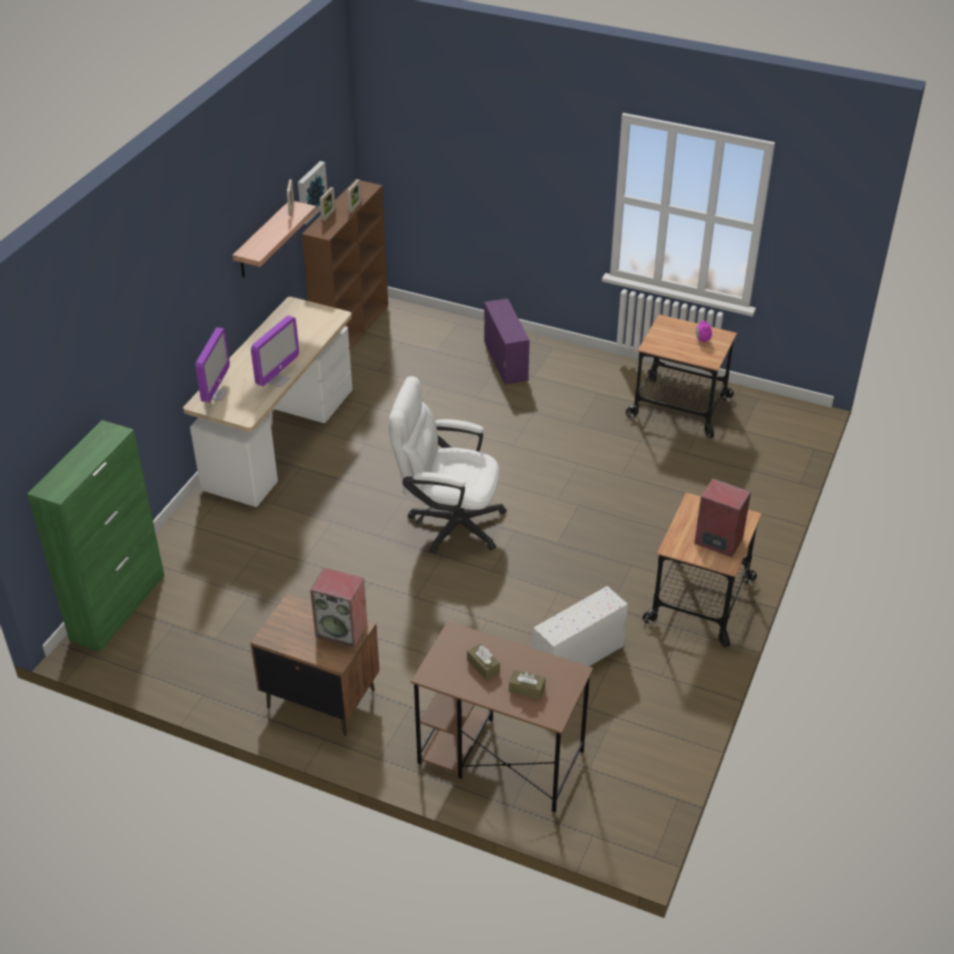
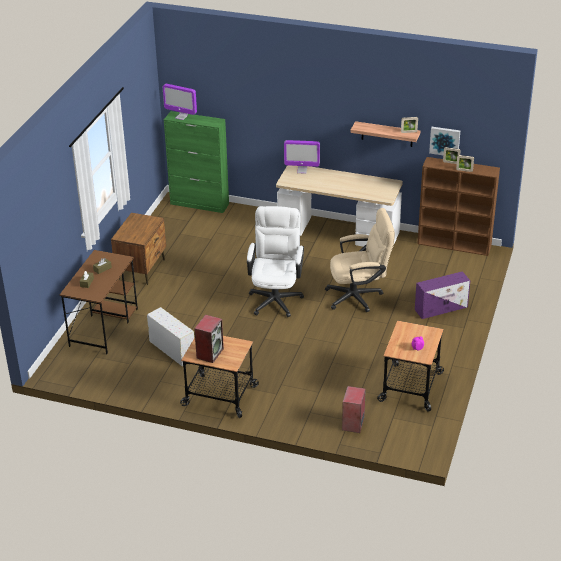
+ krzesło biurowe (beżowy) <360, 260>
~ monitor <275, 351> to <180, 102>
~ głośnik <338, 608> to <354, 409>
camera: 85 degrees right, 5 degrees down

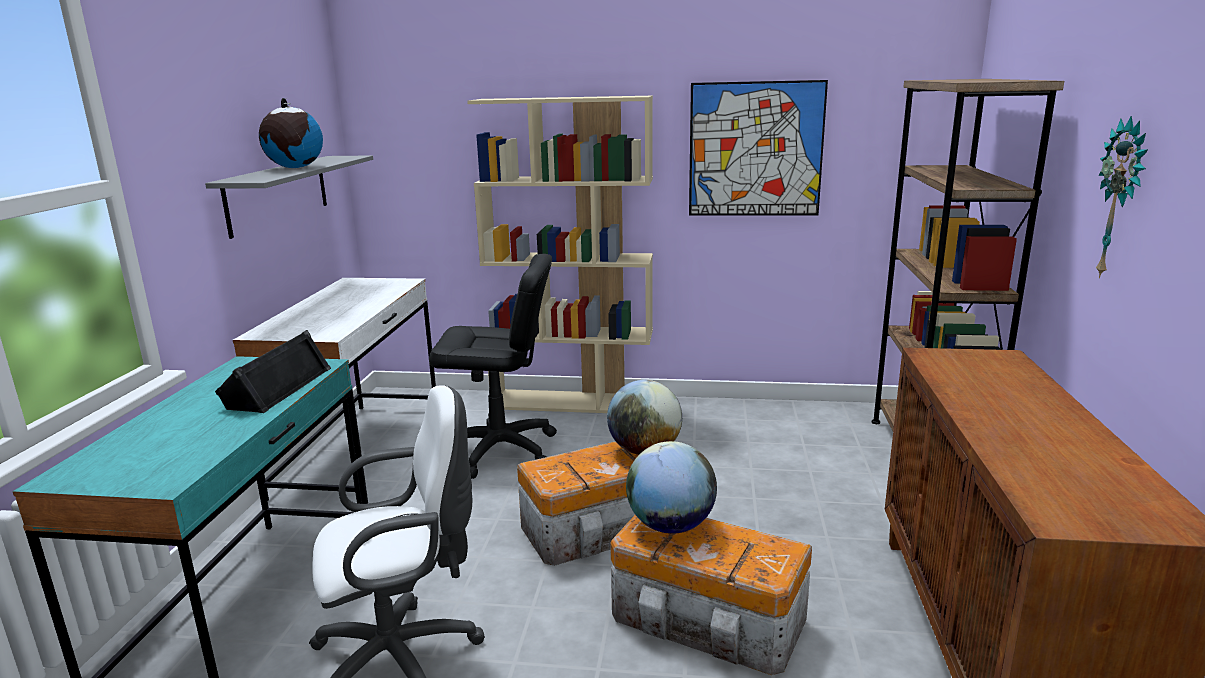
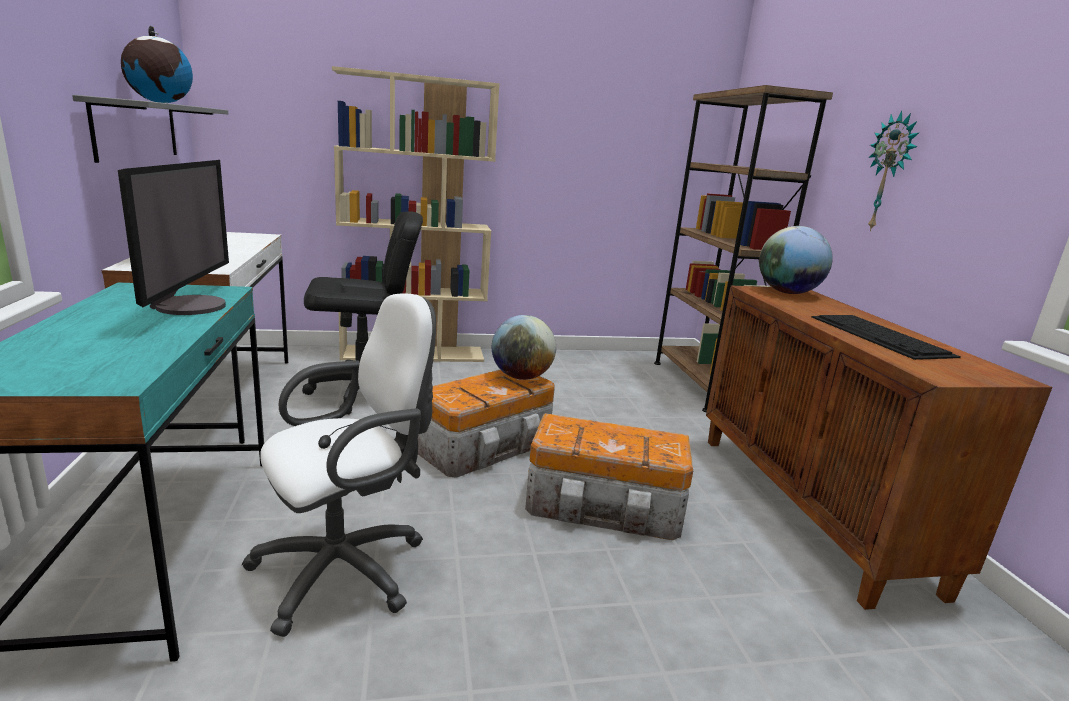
- obraz <758, 147>
+ klawiatura <886, 337>
~ globus <671, 487> to <796, 260>
~ głośnik (czarny) <273, 371> to monitor <173, 237>
camera: 20 degrees left, 0 degrees up

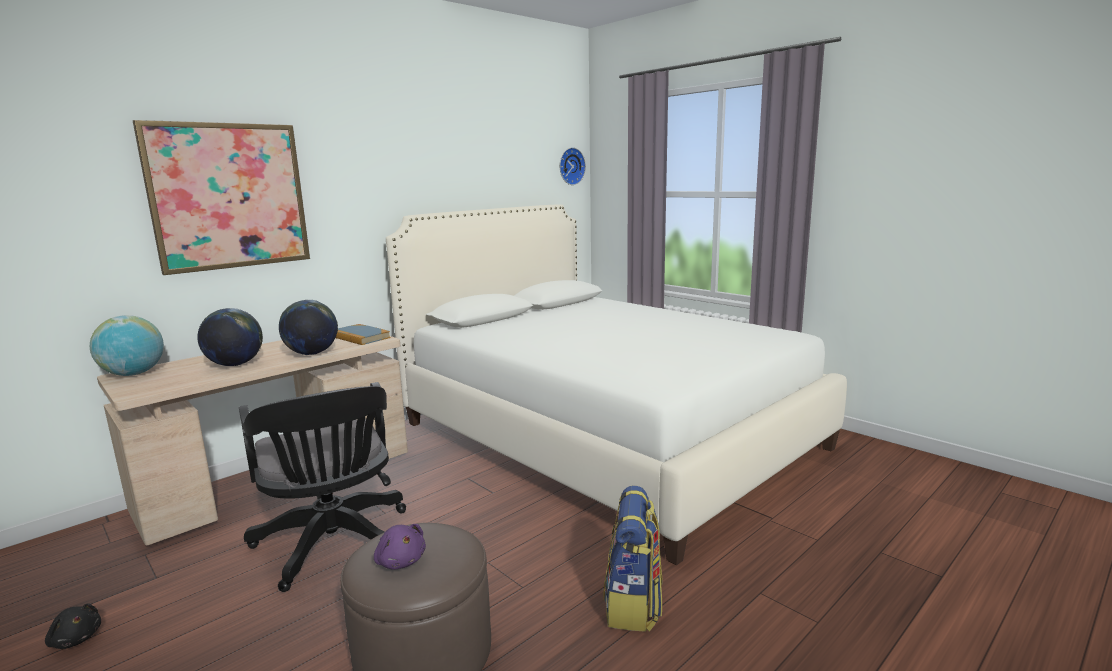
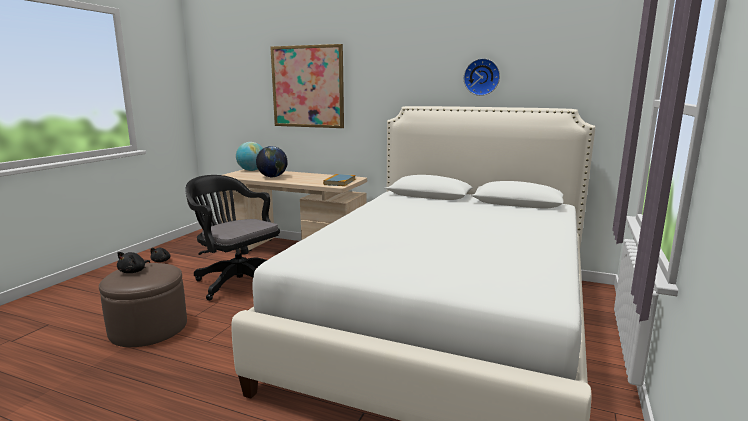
- globus <308, 327>
- plecak <633, 559>
~ zegar ścienny <573, 166> to <482, 77>
~ pluszak (fioletowy) <400, 547> to pluszak (czarny) <133, 262>
~ krzesło biurowe (czarny) <322, 487> = <232, 238> 90 degrees clockwise
camera: 65 degrees right, 0 degrees up

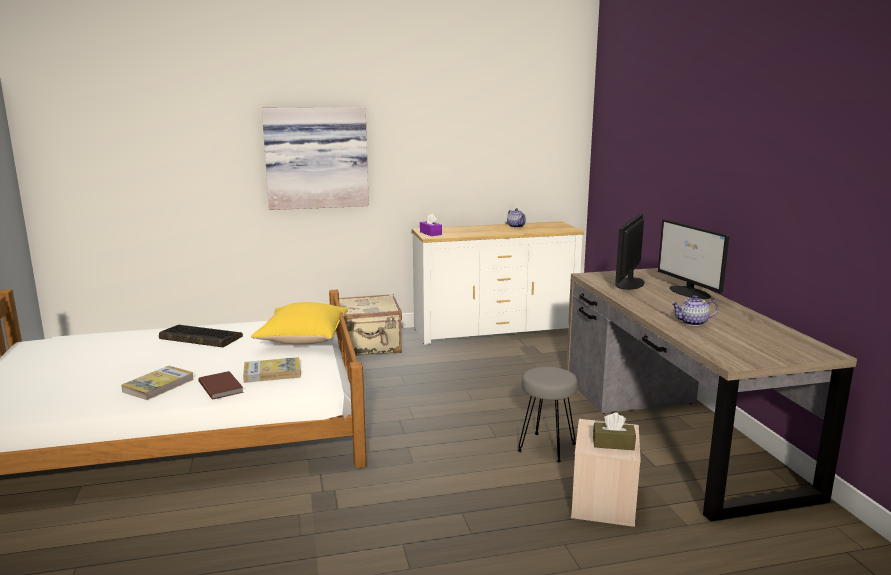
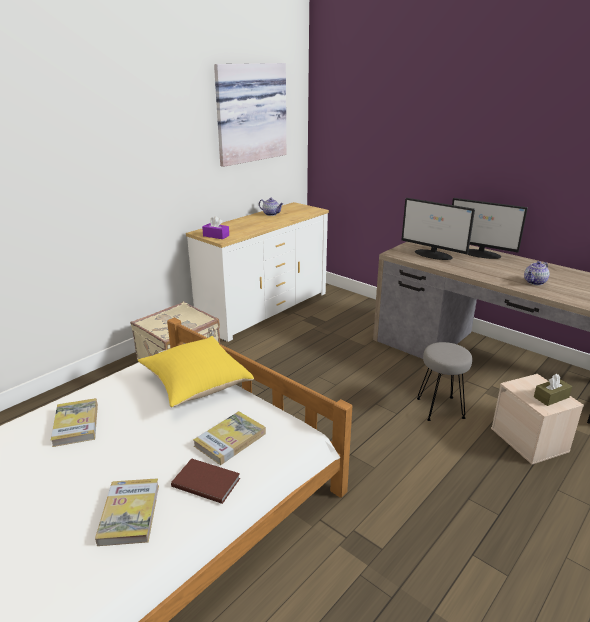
~ obraz <315, 158> to <250, 115>
~ klawiatura <201, 336> to książka <74, 422>
~ monitor <630, 252> = <438, 229> 45 degrees counterclockwise
camera: 35 degrees left, 10 degrees up

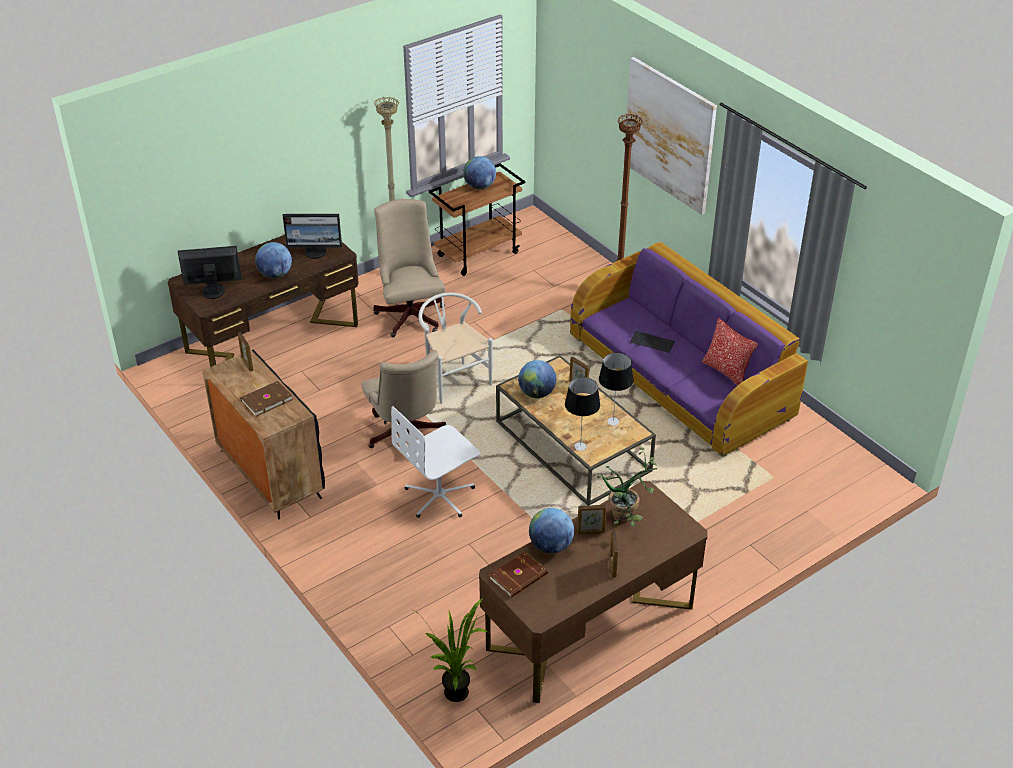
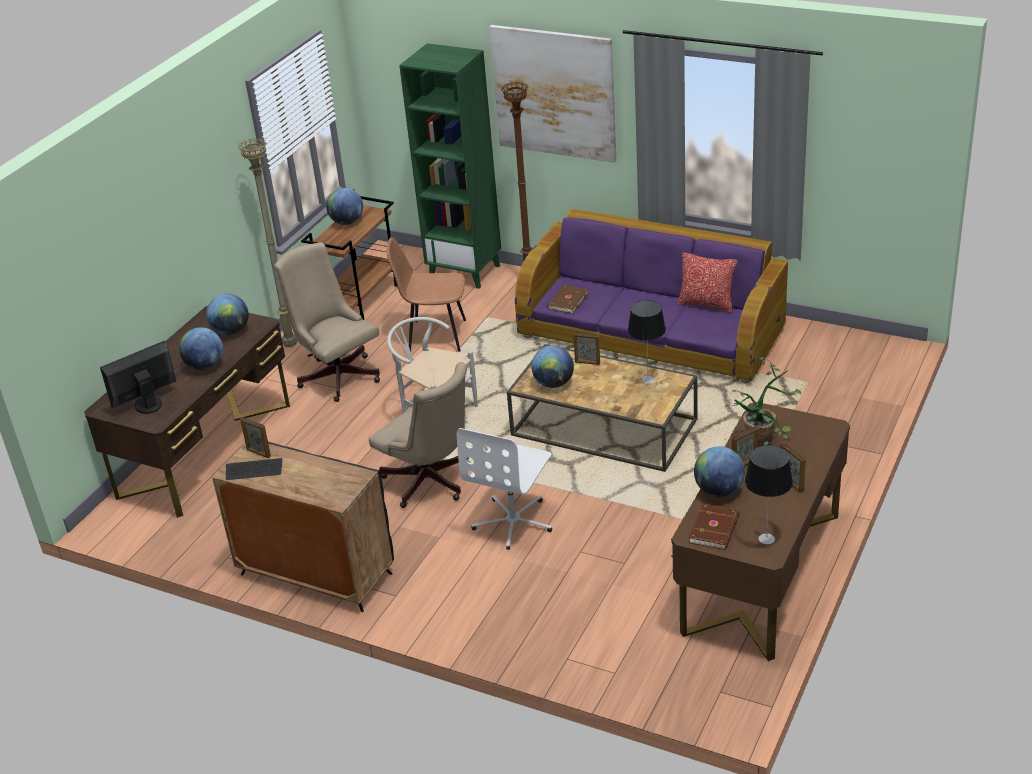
- roślina doniczkowa <450, 650>
+ krzesło (brązowy) <426, 294>
+ regał (zielony) <450, 166>
~ książka (brązowy) <266, 399> to <568, 299>
~ lampa stołowa <582, 414> to <769, 494>
~ klawiatura <652, 342> to <254, 469>
~ monitor <312, 236> to globus <227, 314>
camera: 25 degrees left, 5 degrees down

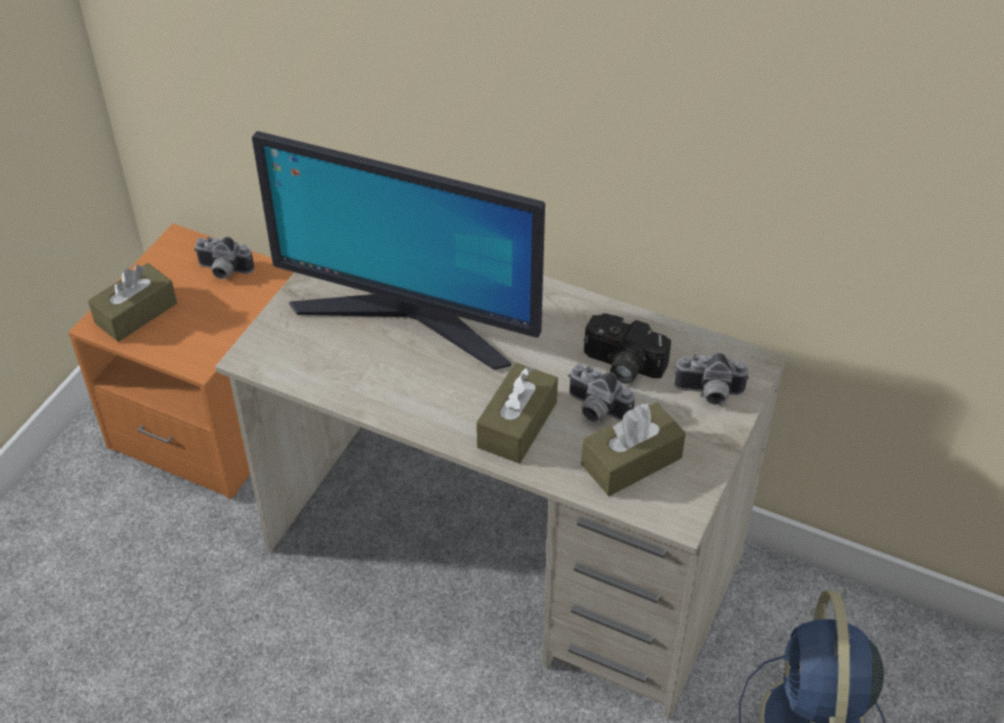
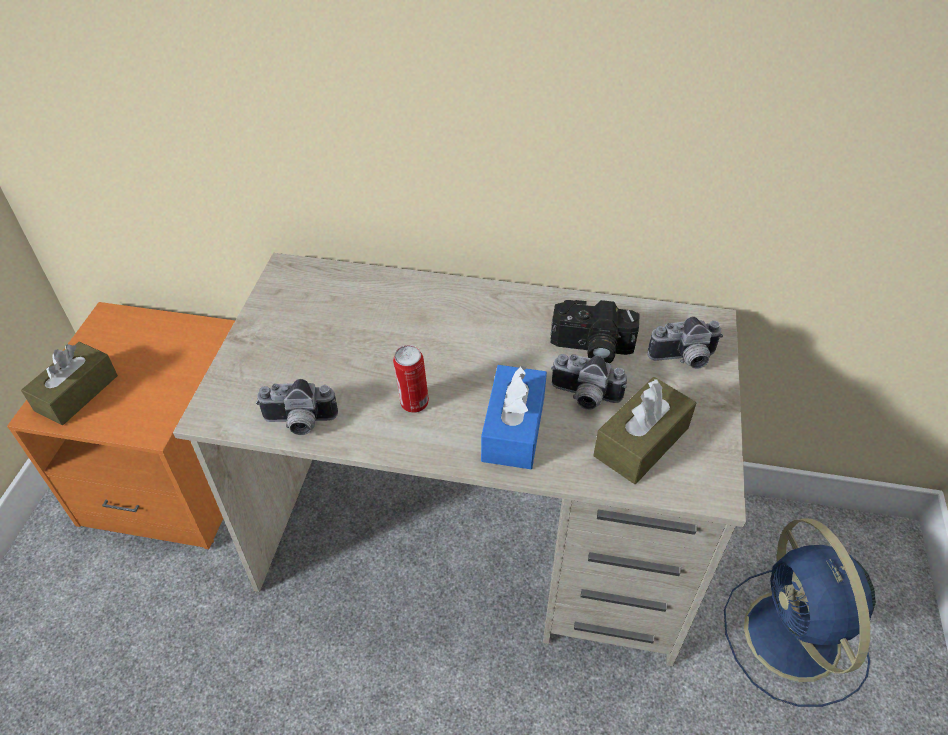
- monitor <398, 250>
+ puszka <411, 379>
~ aparat fotograficzny <224, 258> to <297, 407>
~ pudełko chusteczek (brązowy) <517, 413> to pudełko chusteczek (niebieski) <514, 417>
camera: 15 degrees left, 0 degrees up

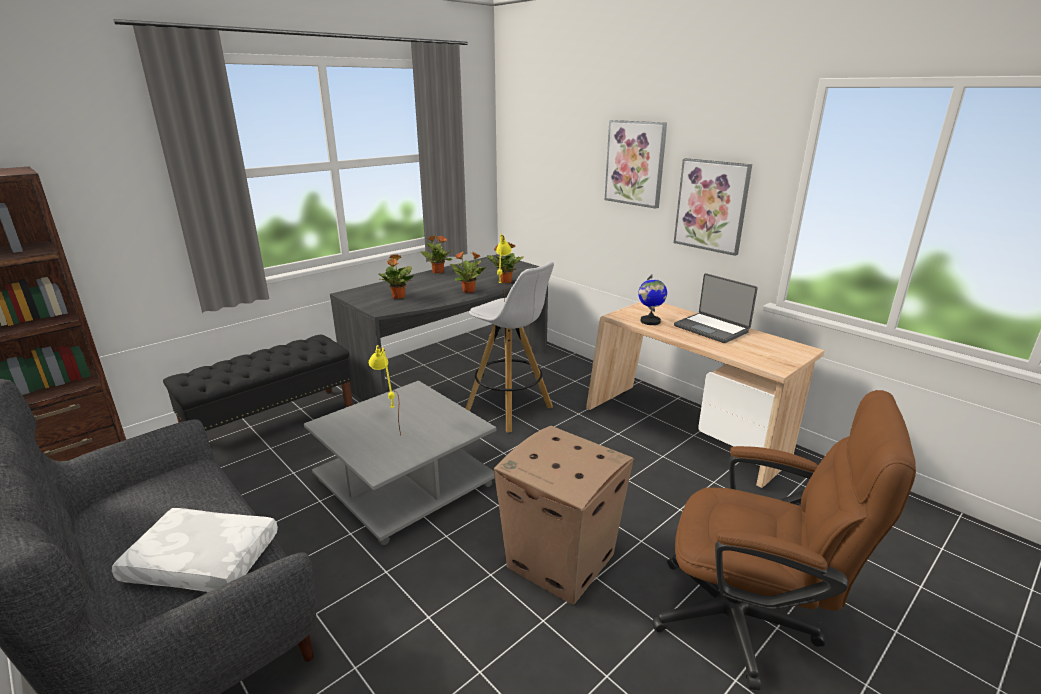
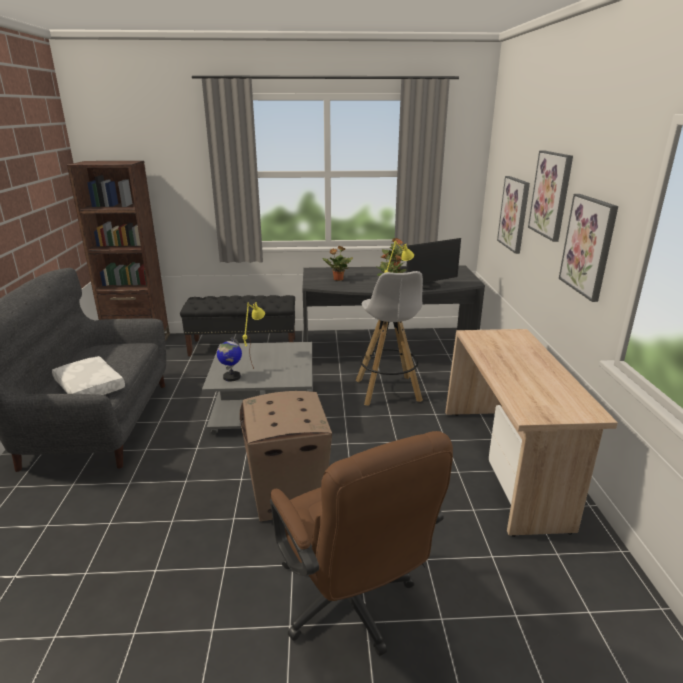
- laptop <716, 308>
+ obraz <513, 215>
~ globus <652, 299> to <229, 359>
~ roślina doniczkowa <505, 262> to monitor <433, 264>
camera: 40 degrees right, 0 degrees up

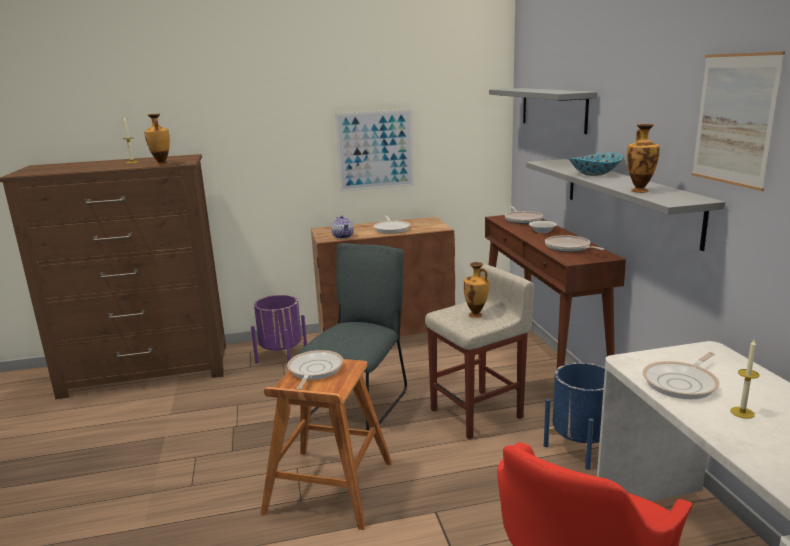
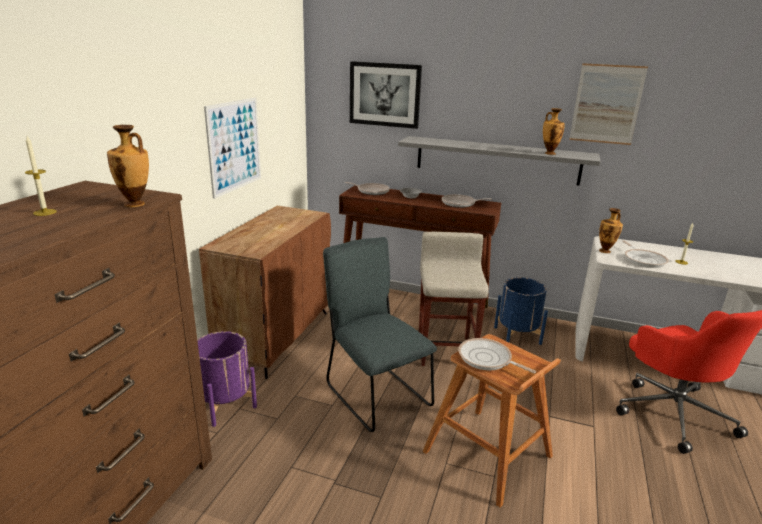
- imbryk <342, 227>
- patelnia <391, 224>
- miska <596, 164>
~ wazon <476, 290> to <611, 230>
~ półka (szary) <543, 111> to obraz <386, 95>
camera: 60 degrees left, 5 degrees up

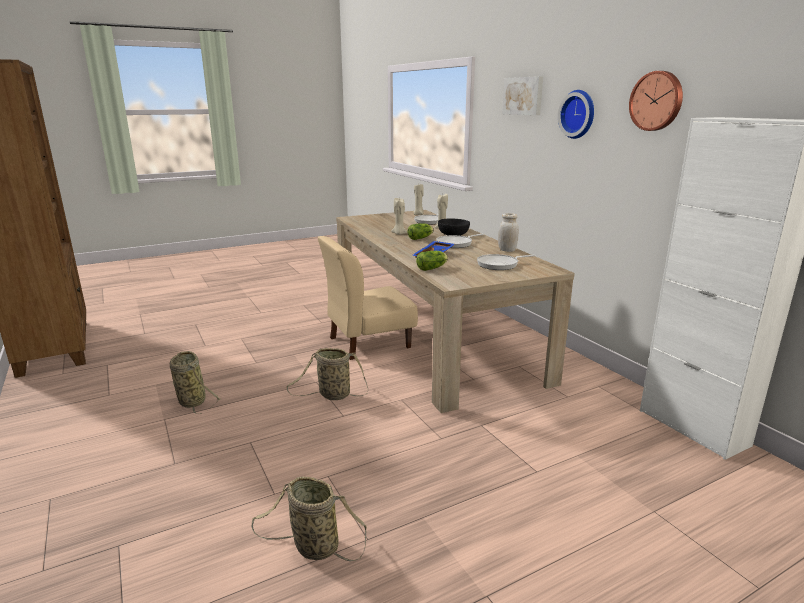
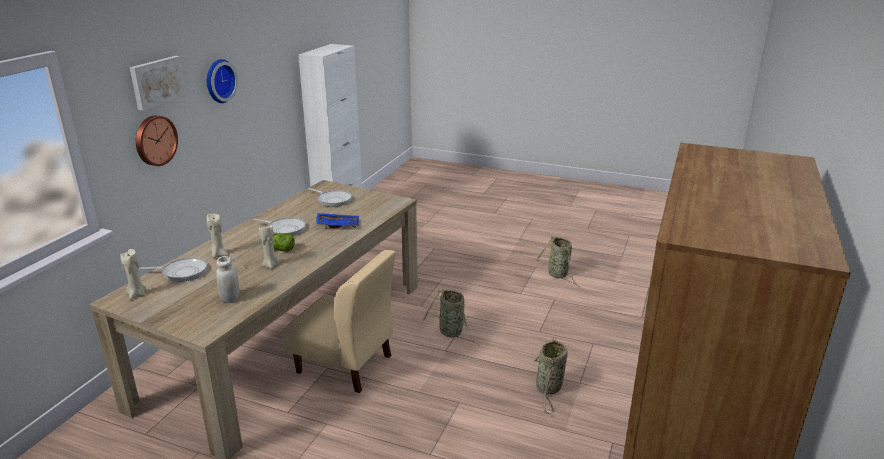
- sałata <432, 261>
- miska (czarny) <454, 227>
~ słoik (biały) <508, 232> to <227, 279>
~ zegar ścienny <656, 101> to <157, 140>
camera: 130 degrees left, 5 degrees up

